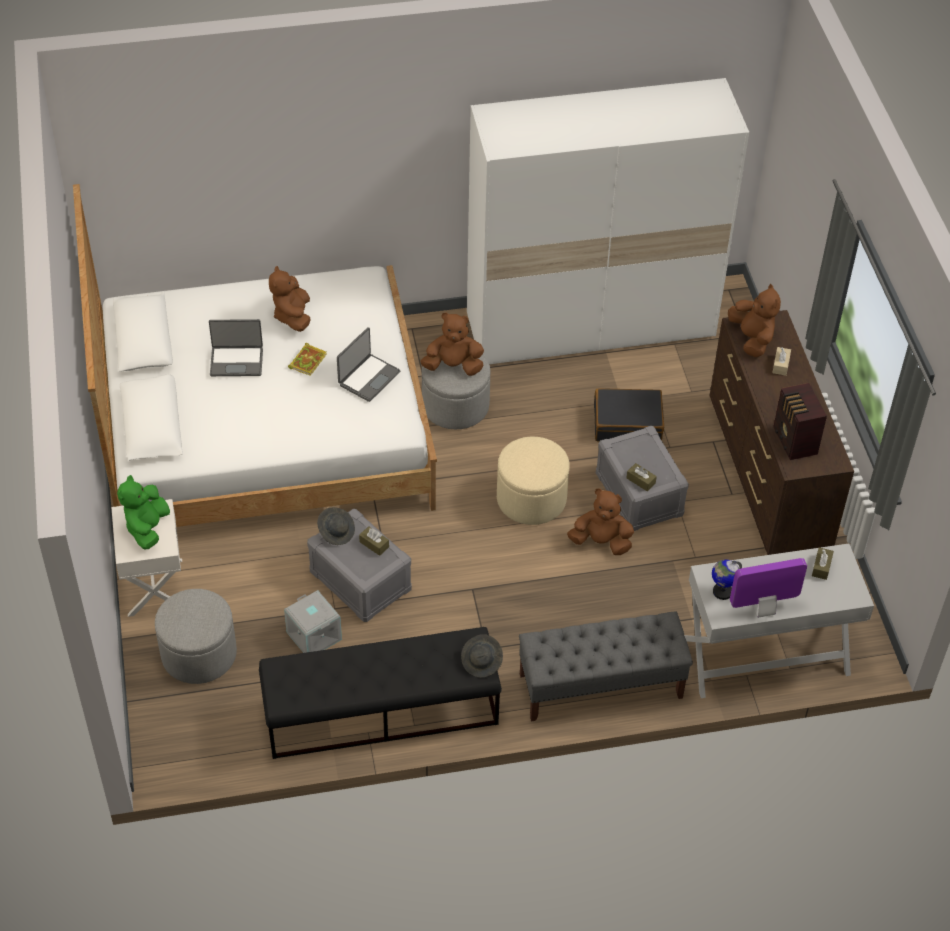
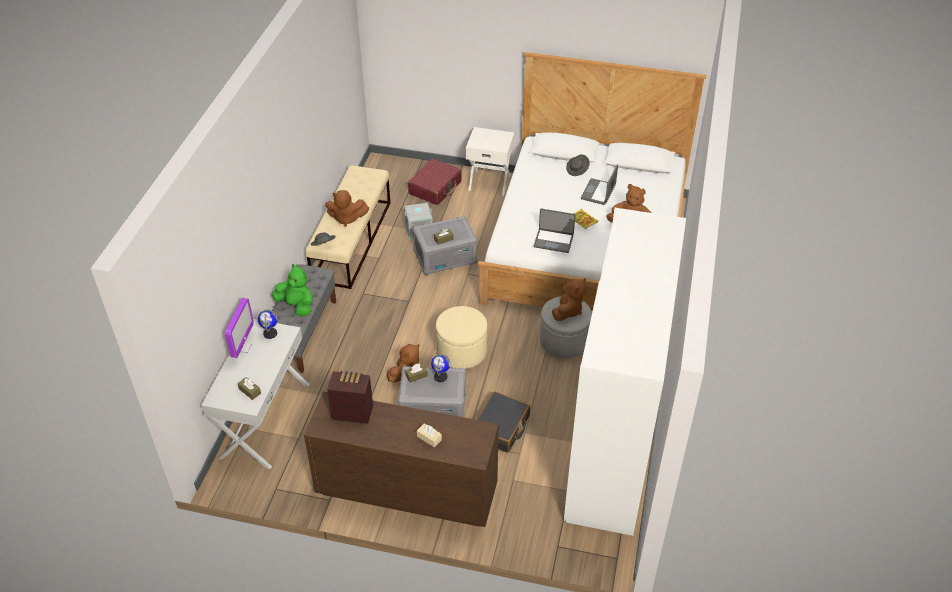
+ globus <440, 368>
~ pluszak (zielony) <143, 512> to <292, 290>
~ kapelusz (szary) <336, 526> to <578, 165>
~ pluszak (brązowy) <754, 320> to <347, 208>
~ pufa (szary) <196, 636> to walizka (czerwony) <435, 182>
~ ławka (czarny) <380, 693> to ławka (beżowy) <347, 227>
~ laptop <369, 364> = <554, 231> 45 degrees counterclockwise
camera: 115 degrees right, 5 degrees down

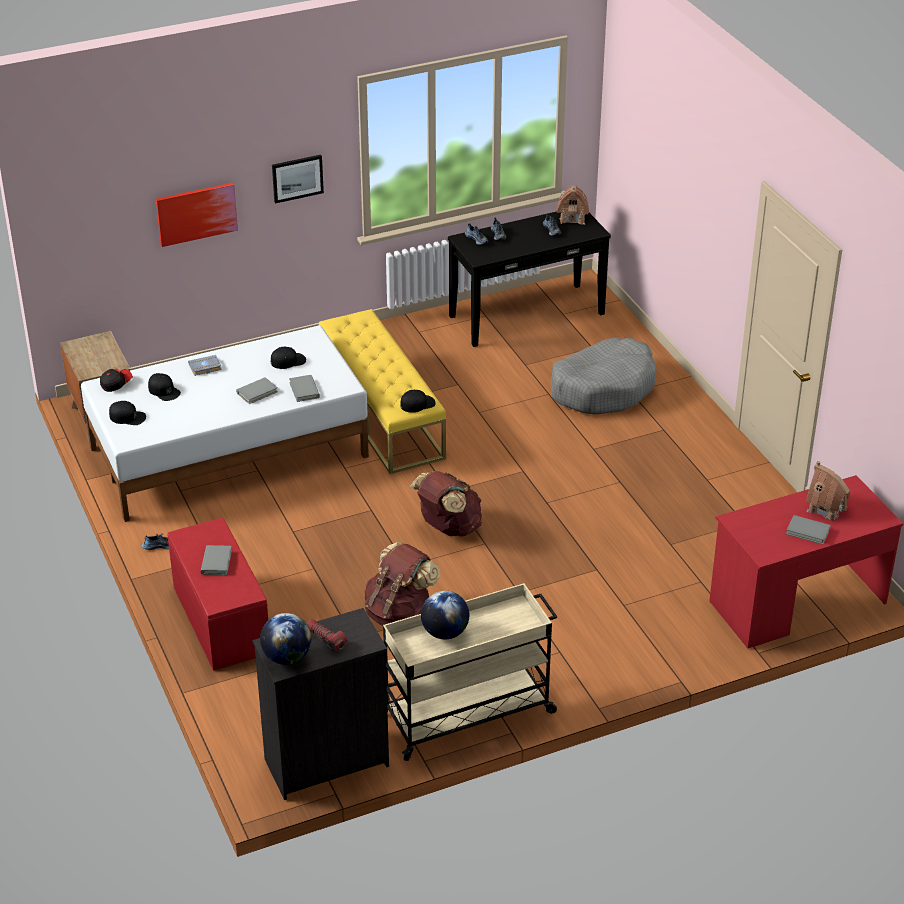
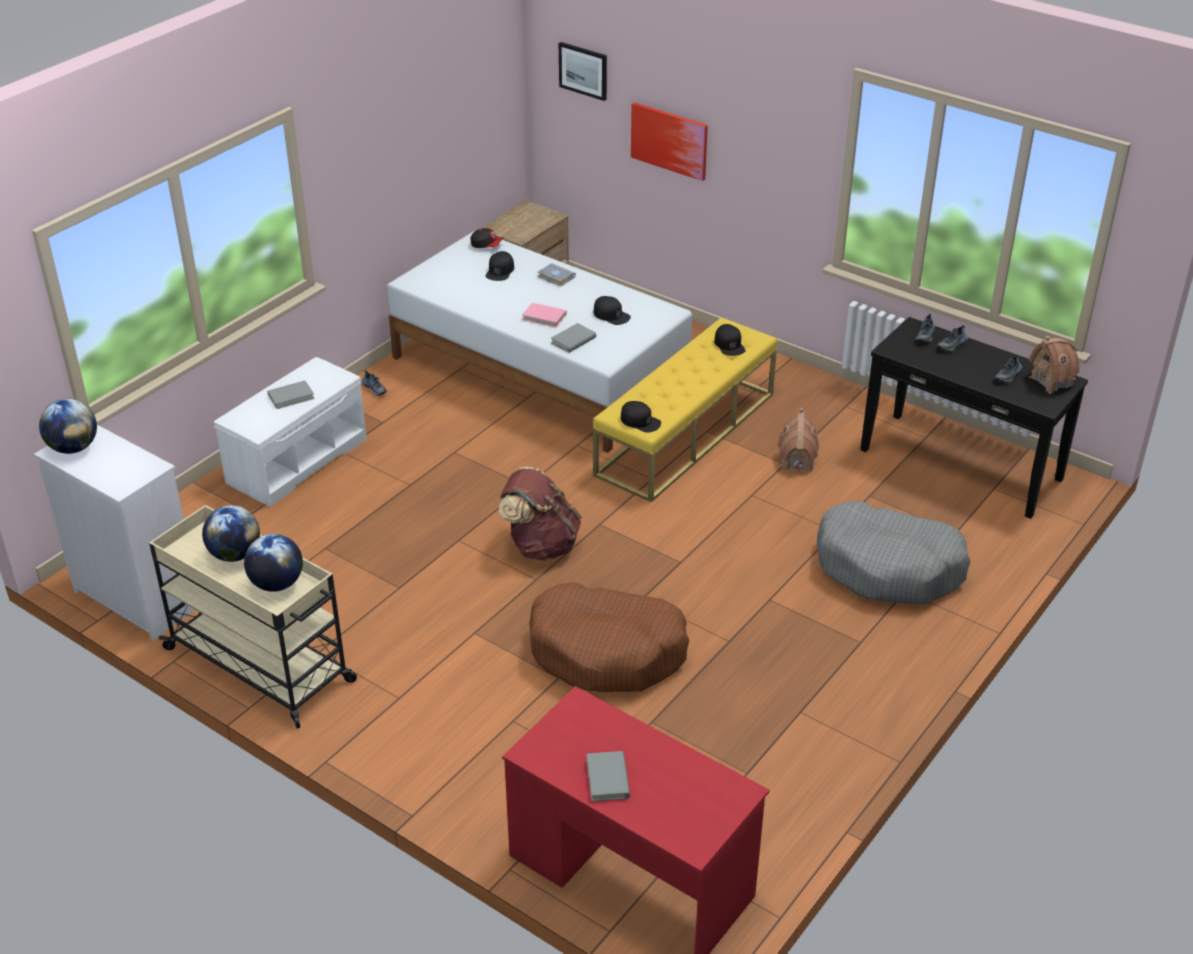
- latarka <327, 635>
- plecak (brązowy) <402, 584>
+ globus <273, 563>
+ legowisko (brązowy) <609, 637>
~ czapka z daszkiem (czarny) <127, 413> to <730, 340>
~ obraz <298, 179> to <583, 71>
~ domek <828, 491> to <798, 440>
~ ławka (czerwony) <217, 594> to ławka (biały) <290, 432>
~ książka (szary) <257, 390> to książka (różowy) <544, 315>
~ komoda (czarny) <321, 704> to komoda (biały) <114, 532>
camera: 60 degrees right, 0 degrees up

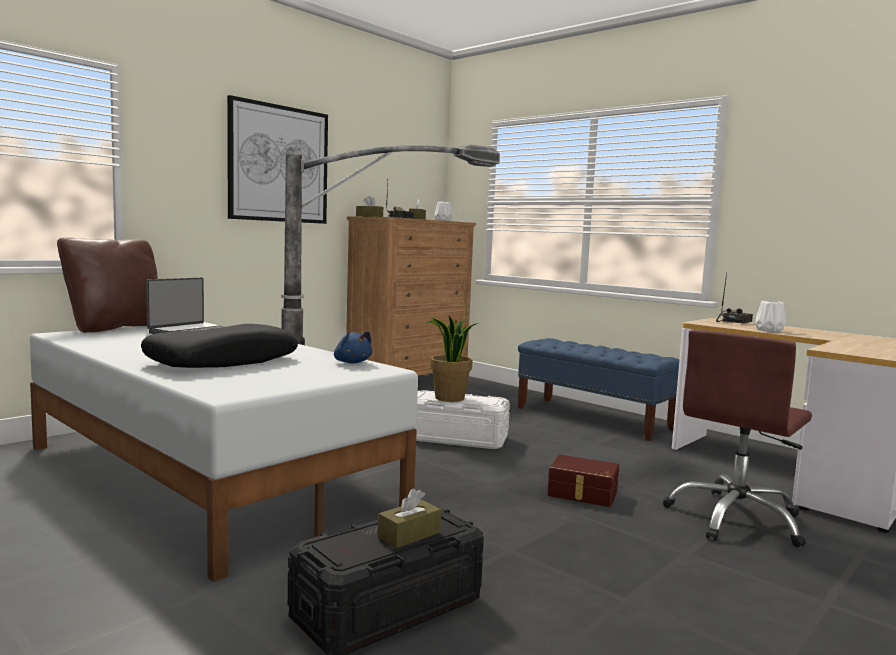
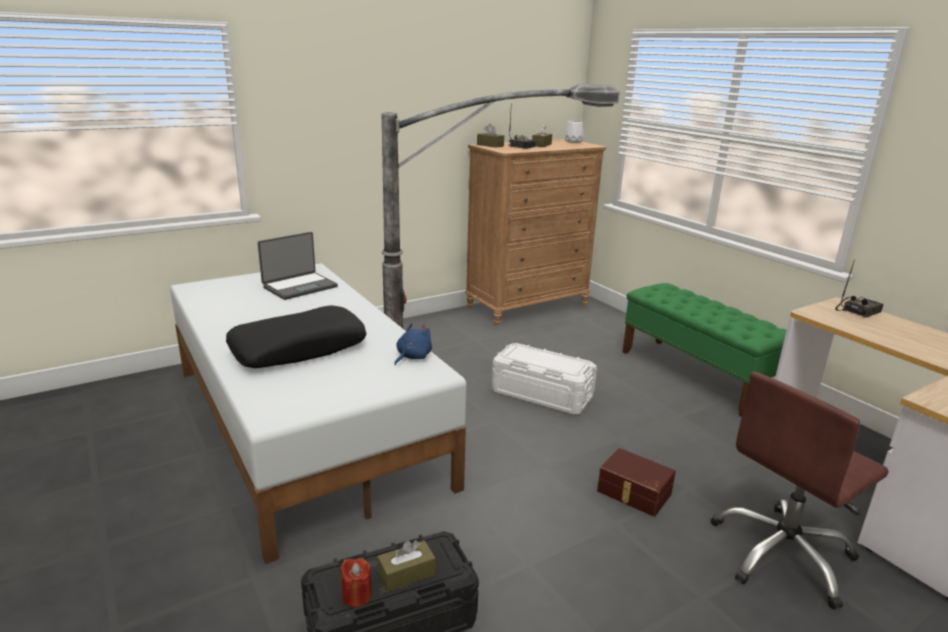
- poduszka (brązowy) <107, 285>
- obraz <277, 159>
- roślina doniczkowa <452, 359>
- wazon (biały) <771, 316>
+ świeca (czerwony) <356, 583>
~ ławka (niebieski) <599, 389> to ławka (zielony) <704, 350>
~ pluszak (niebieski) <353, 347> = <413, 344> 120 degrees counterclockwise
camera: 15 degrees right, 15 degrees up

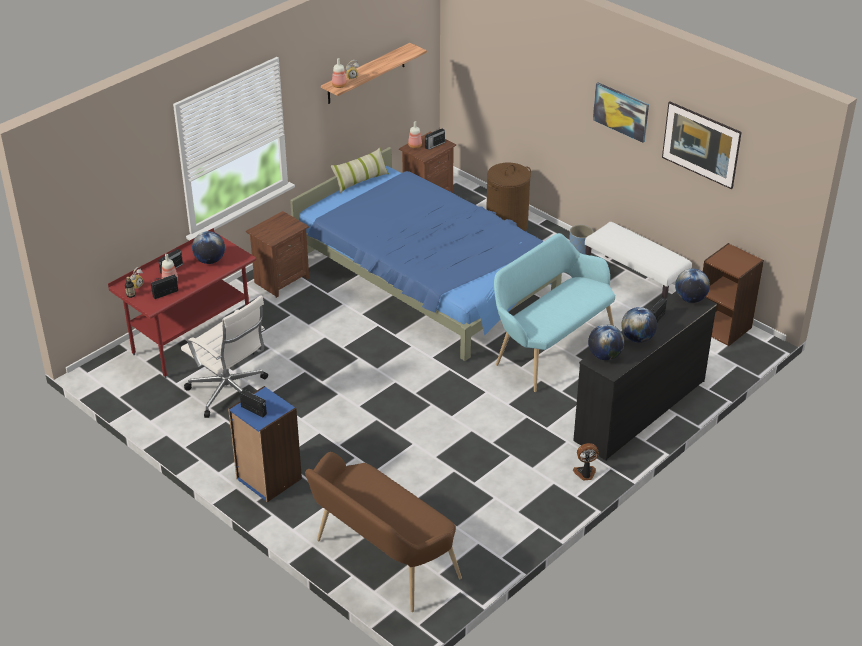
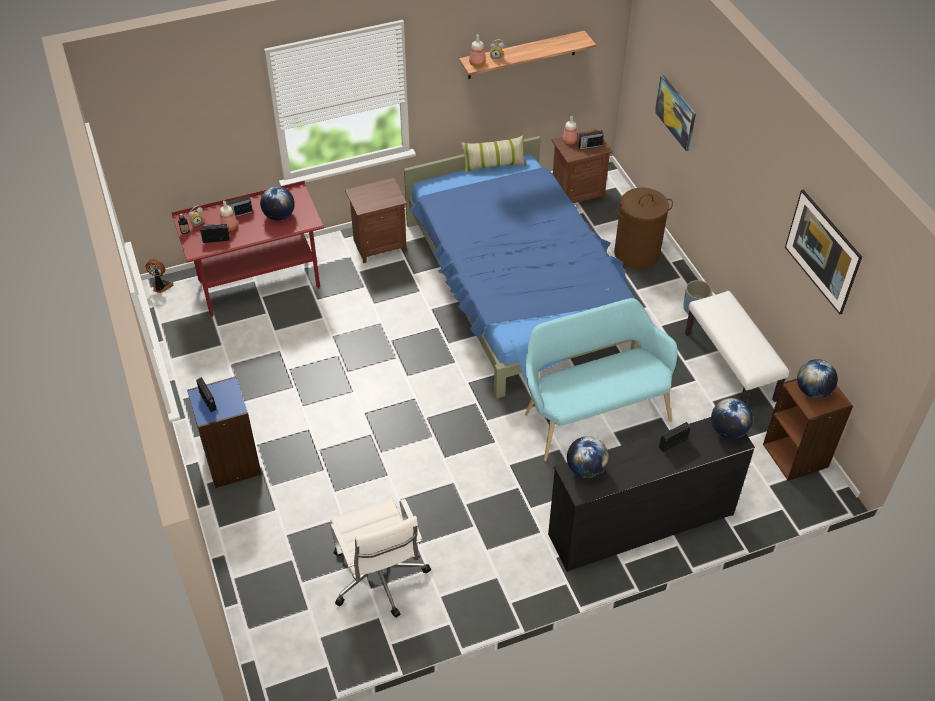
- ławka (brązowy) <383, 532>
~ krzesło biurowe (biały) <224, 356> to <380, 558>
~ wentylator <586, 462> to <160, 276>
~ obraz <621, 112> to <675, 113>
~ globus <639, 325> to <817, 378>
camera: 25 degrees right, 10 degrees up

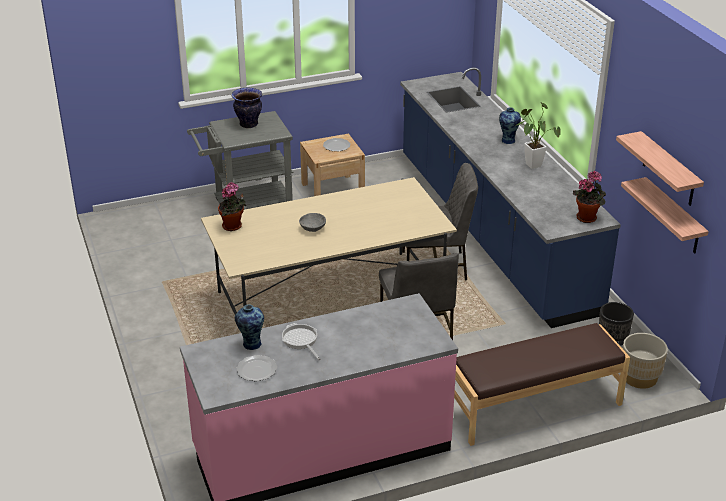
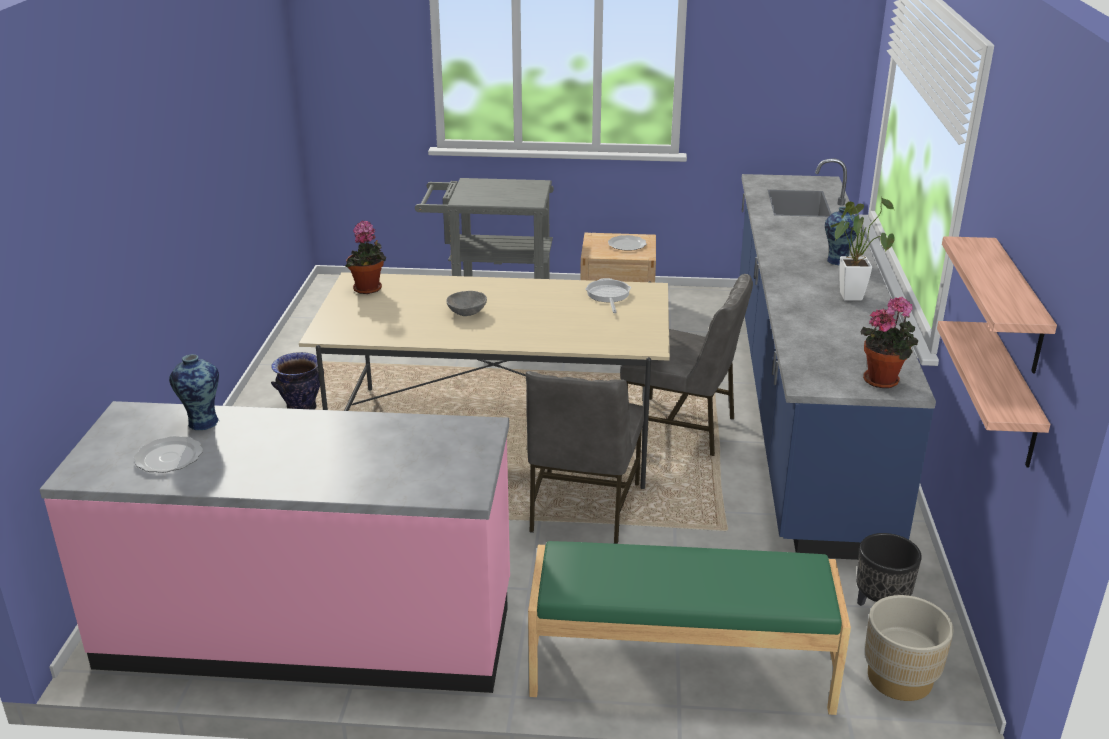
~ wazon <247, 108> to <297, 381>
~ patelnia <301, 341> to <608, 295>
~ ławka (brązowy) <542, 384> to ławka (zielony) <689, 628>
camera: 25 degrees right, 5 degrees down

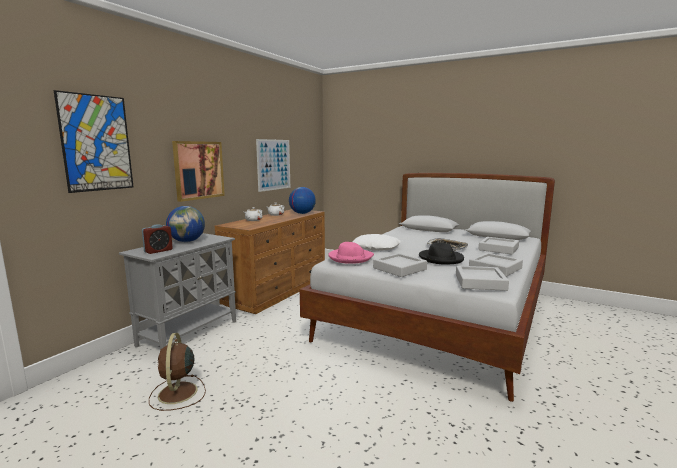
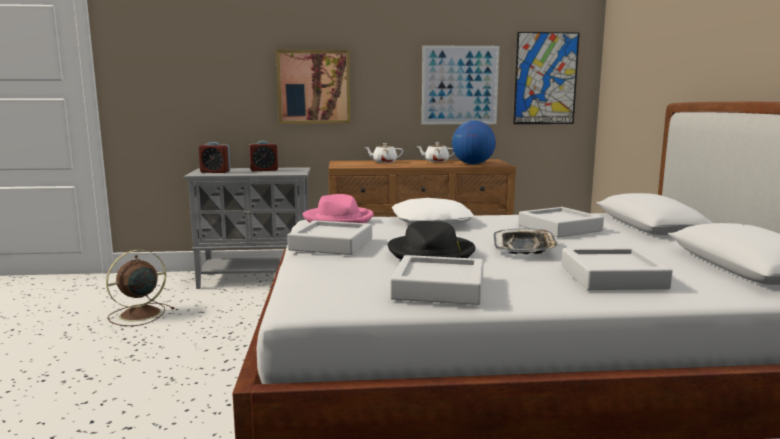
~ obraz <93, 141> to <546, 78>
~ taca (szary) <482, 278> to <561, 222>
~ globus <185, 224> to budzik <263, 156>
camera: 55 degrees right, 0 degrees up

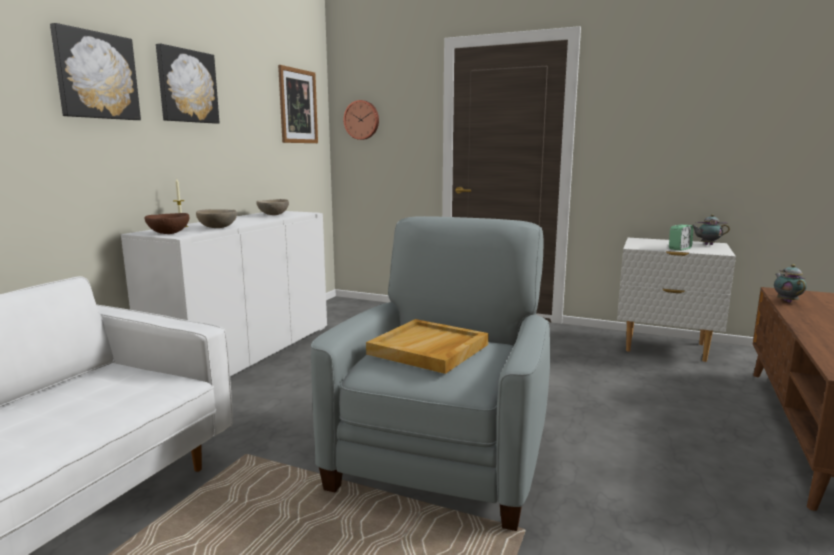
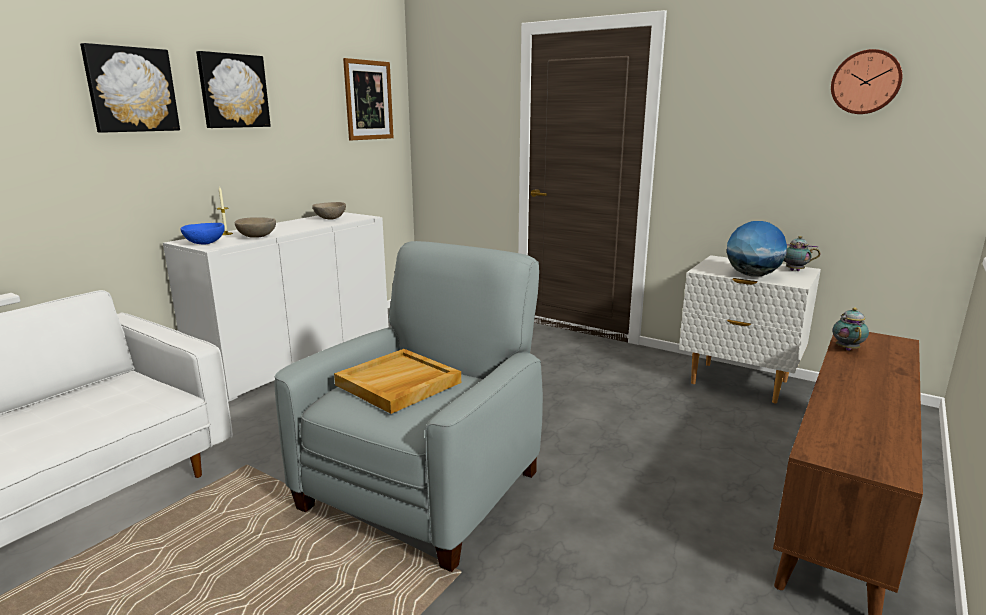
~ zegar ścienny <361, 120> to <867, 81>
~ budzik <681, 238> to globus <757, 249>
~ miska (brązowy) <167, 223> to miska (niebieski) <203, 234>
camera: 10 degrees right, 5 degrees up

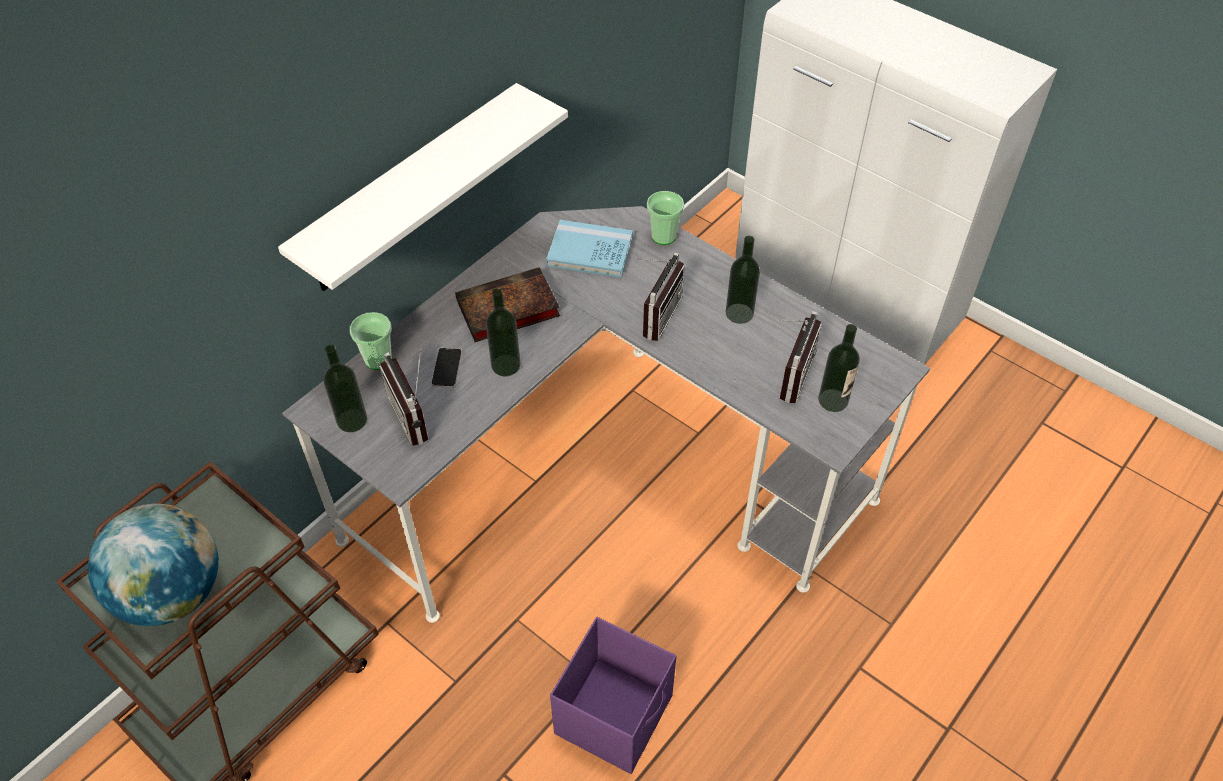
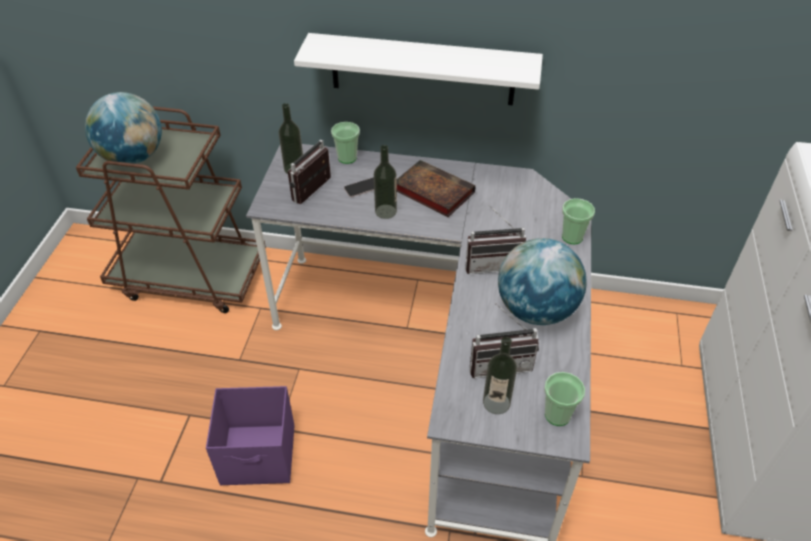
- książka (niebieski) <589, 249>
+ filiżanka <564, 399>
~ butelka <743, 280> to globus <542, 281>
camera: 60 degrees right, 5 degrees down

